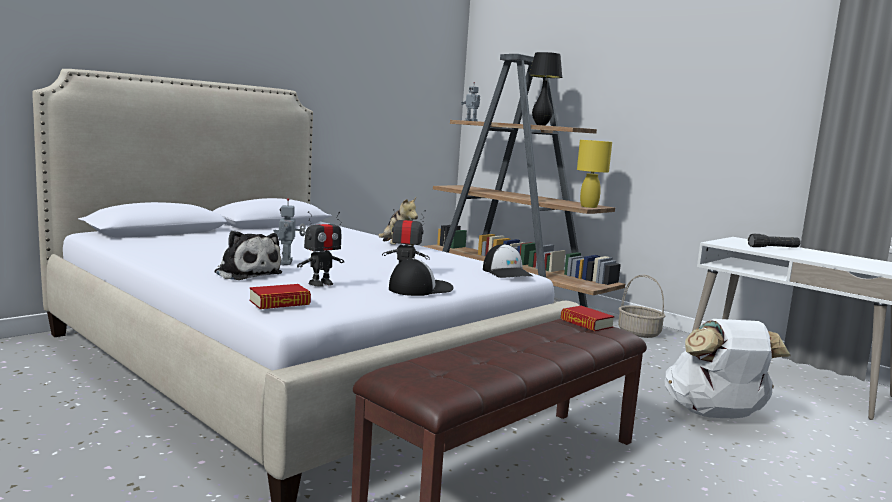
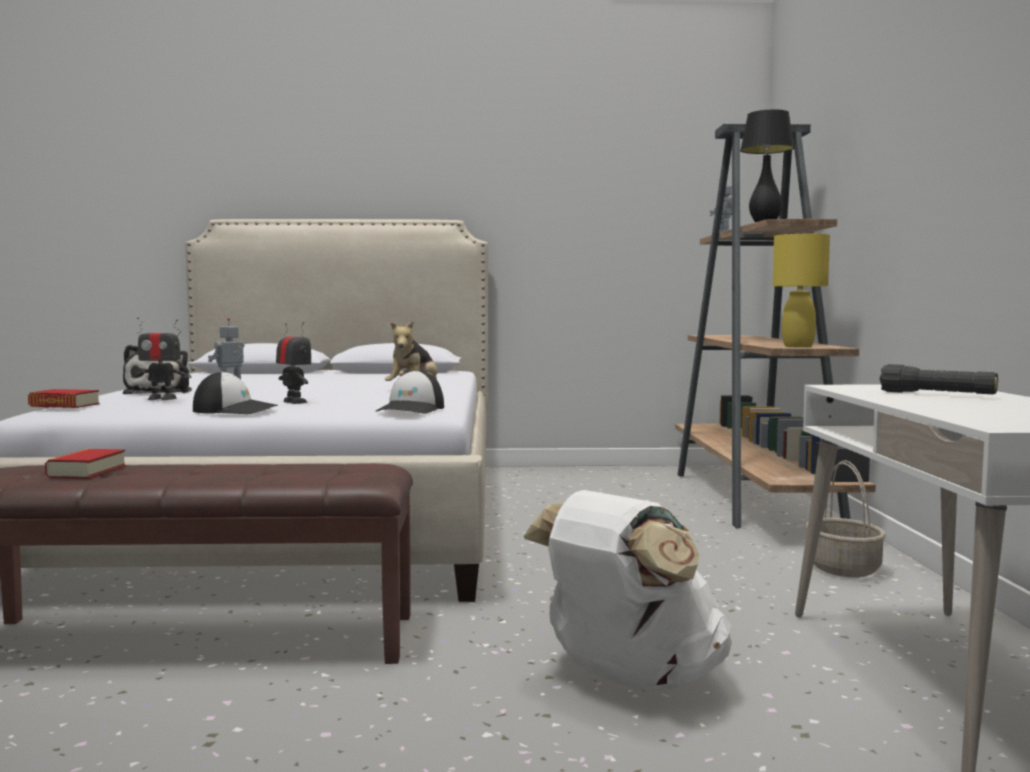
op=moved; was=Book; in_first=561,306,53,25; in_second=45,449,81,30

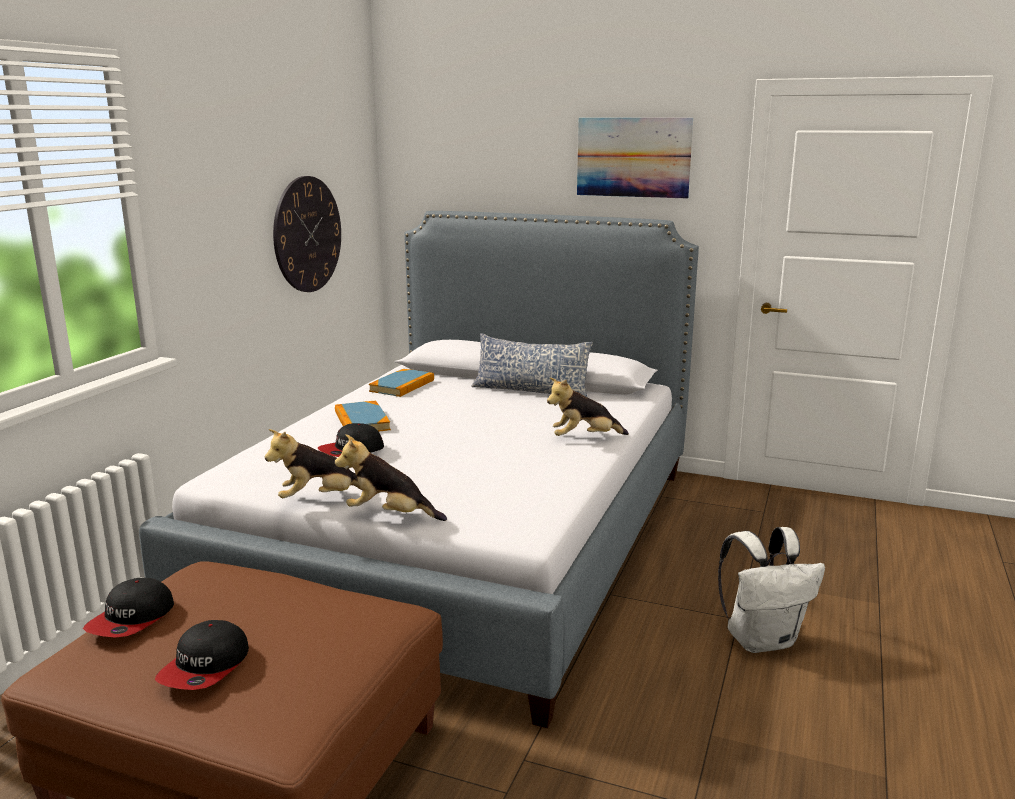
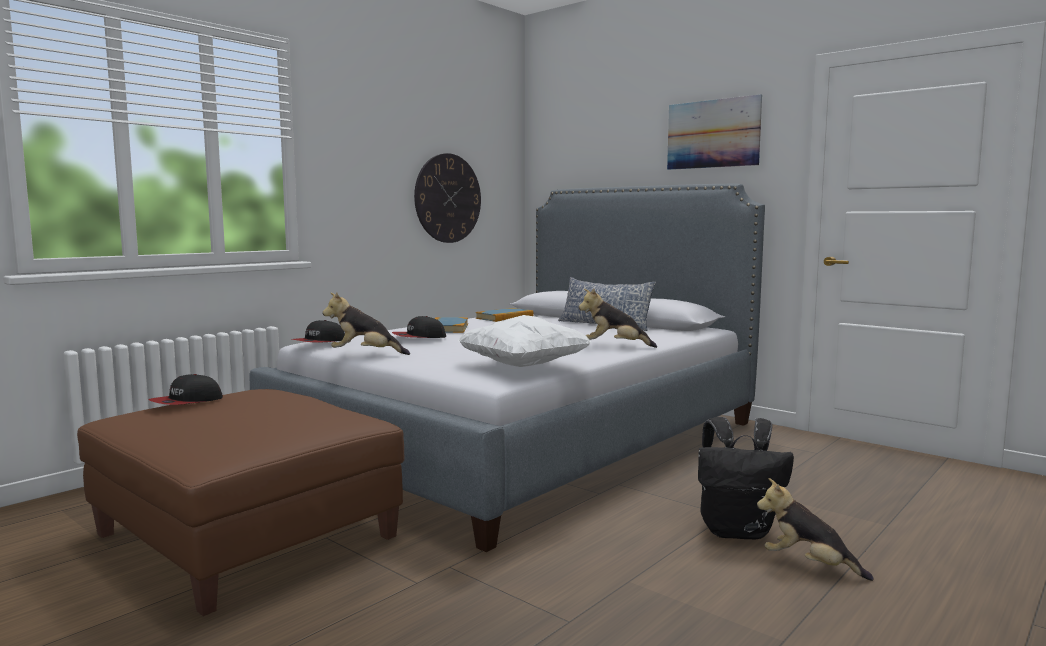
op=moved; was=BaseballCap; in_first=155,620,94,70; in_second=292,320,53,23
op=moved; was=CuddlyToy; in_first=335,434,112,87; in_second=757,478,116,103
op=recoloured; was=WhitishKnapsack; now=BlackKnapsack; in_first=718,527,107,126; in_second=698,417,96,122
op=added; now=WhitishThrowPillow; in_second=458,315,133,52

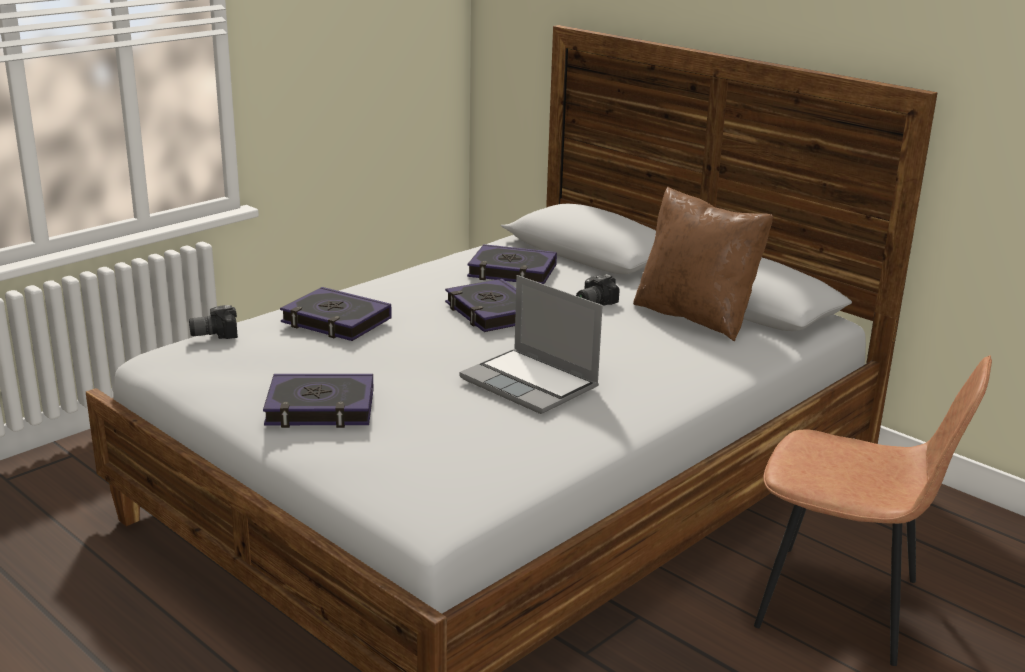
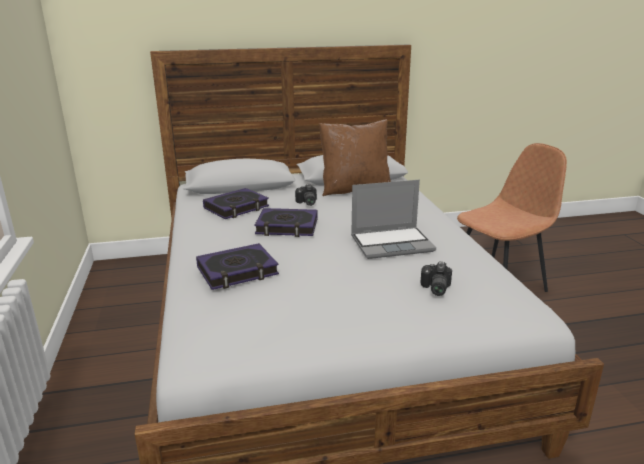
op=moved; was=PhotoCamera; in_first=189,305,49,34; in_second=420,262,32,34
op=removed; was=Book; in_first=263,374,111,54

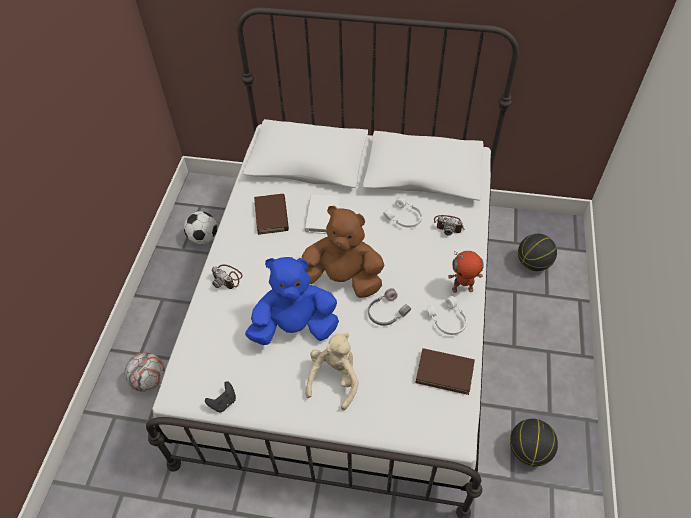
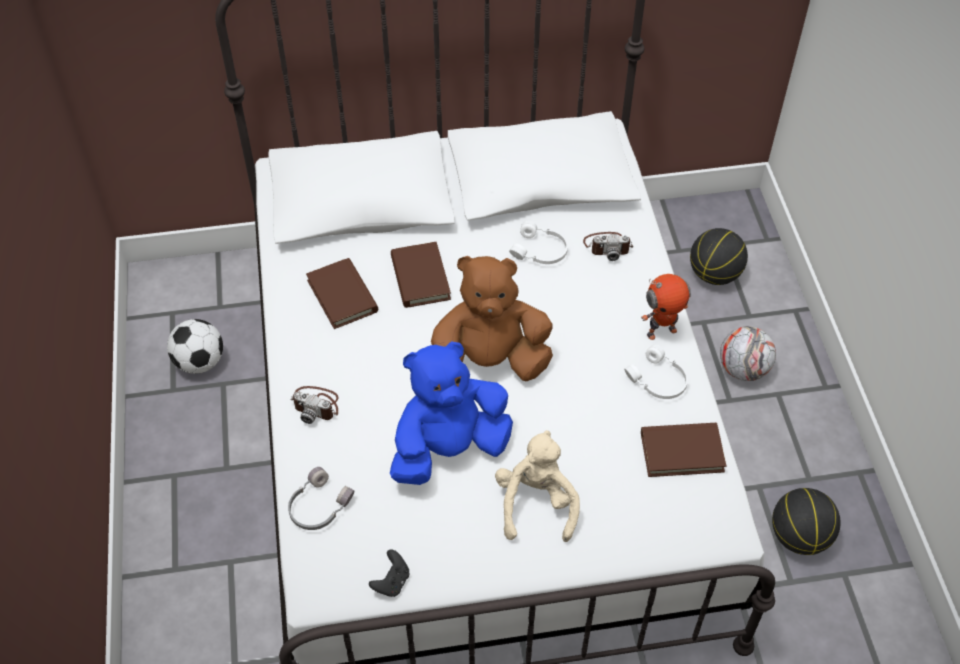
op=moved; was=FootballBall; in_first=124,353,41,39; in_second=720,326,56,55
op=recoloured; was=WhitishBook; now=BrownColouredBook; in_first=305,195,35,39; in_second=391,242,60,66
op=moved; was=GreyHeadphones; in_first=368,288,43,38; in_second=288,467,66,63

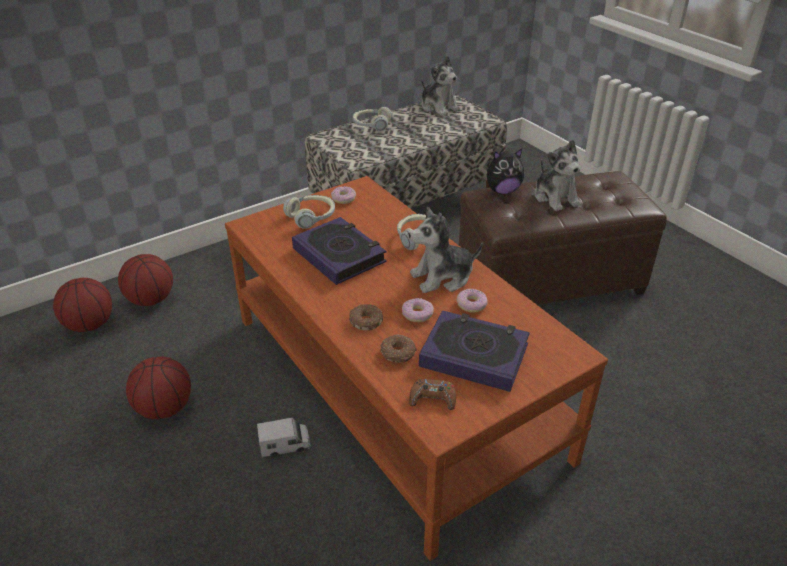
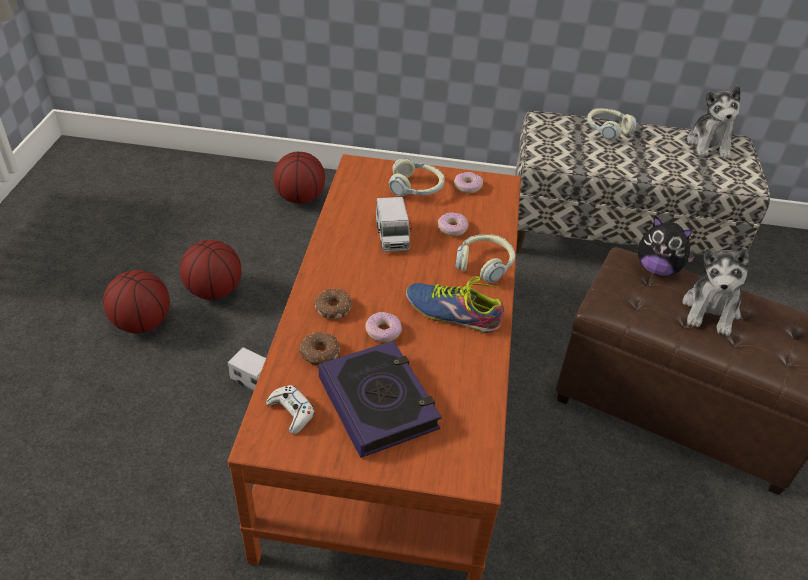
op=moved; was=Basketball; in_first=53,278,59,54; in_second=103,270,67,63
op=replaced; was=Book; now=ModelTruck; in_first=292,217,94,68; in_second=376,197,36,55
op=replaced; was=CuddlyToy; now=ItemOfFootwear; in_first=408,207,75,86; in_second=406,276,98,57
op=recoloured; was=BrownColouredGamepad; now=WhitishGamepad; in_first=409,379,47,31; in_second=266,385,48,49
op=moved; was=RingDoughnut; in_first=457,288,31,24; in_second=438,212,30,24

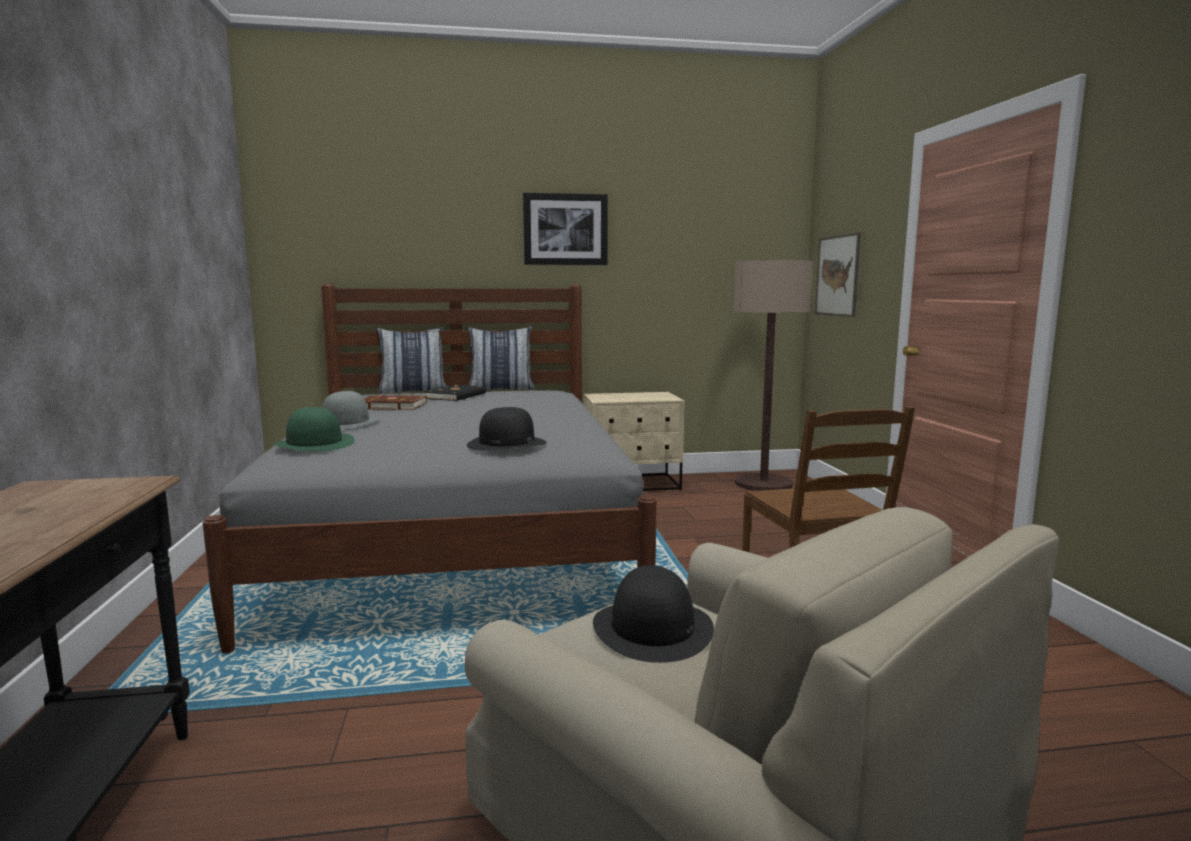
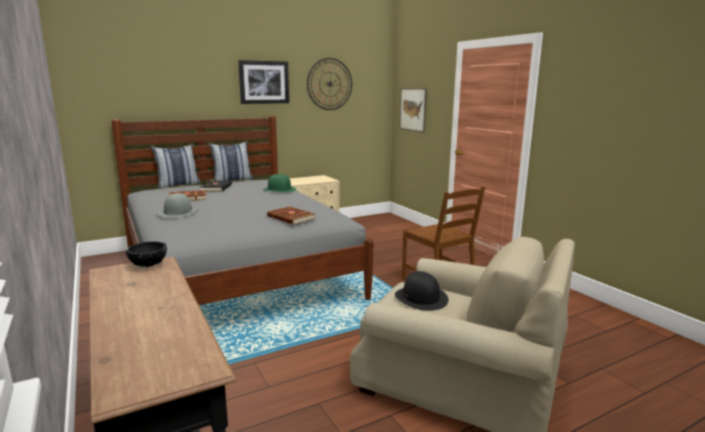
op=moved; was=GreenHat; in_first=273,407,81,44; in_second=263,174,33,18
op=replaced; was=BlackHat; now=BrownColouredBook; in_first=467,407,80,44; in_second=267,206,48,18
op=removed; was=StandardLamp; in_first=734,260,79,231
op=added; now=BlackBowl; in_second=126,242,41,26
op=added; now=ClockOnTheWall; in_second=307,58,45,52

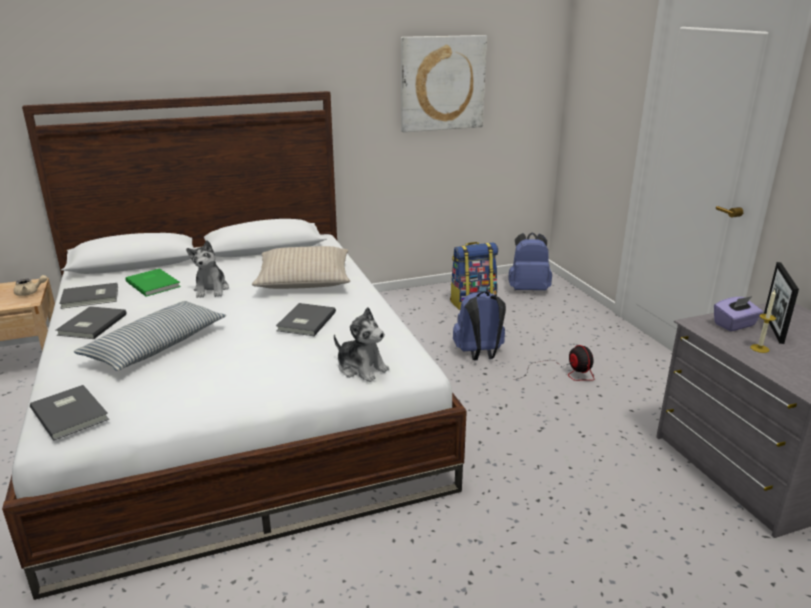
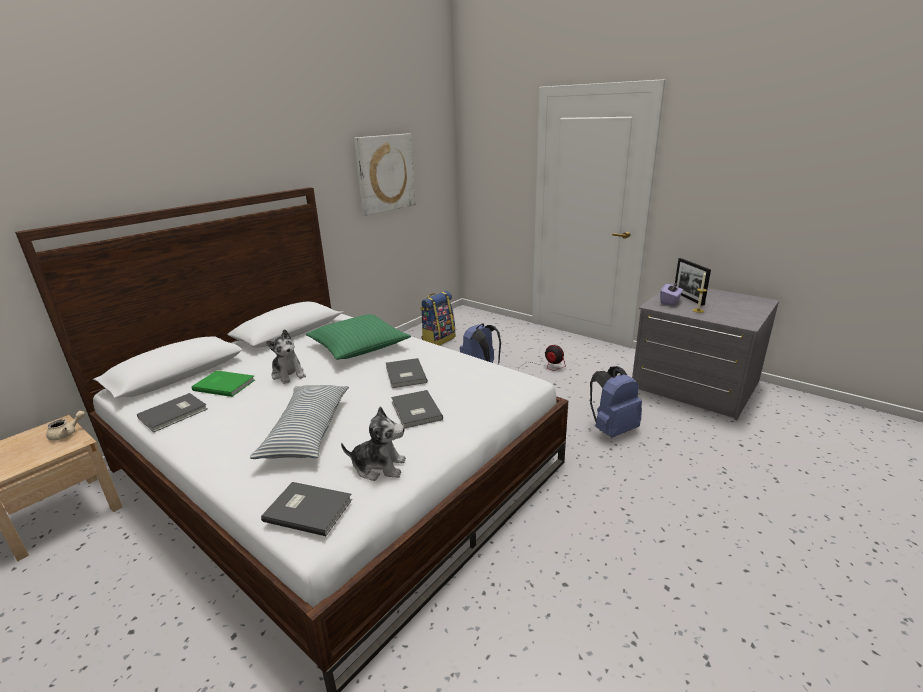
op=moved; was=GreyBook; in_first=55,306,72,33; in_second=391,390,52,38
op=recoloured; was=BeigeColouredThrowPillow; now=GreenThrowPillow; in_first=252,246,98,43; in_second=306,314,105,46
op=moved; was=CuddlyToy; in_first=334,307,55,75; in_second=341,407,65,74
op=moved; was=BlueColouredKnapsack; in_first=509,233,43,57; in_second=590,366,52,71

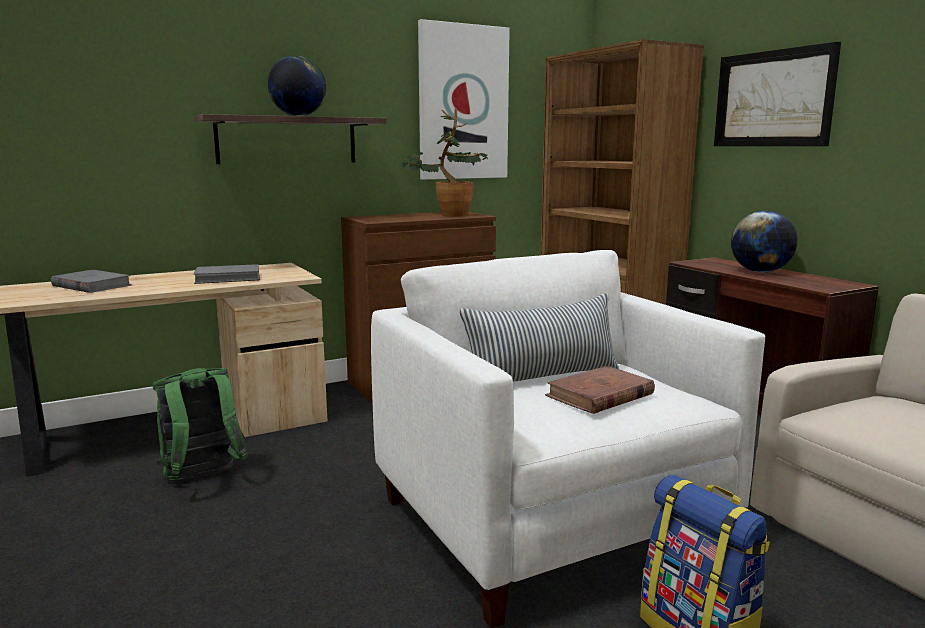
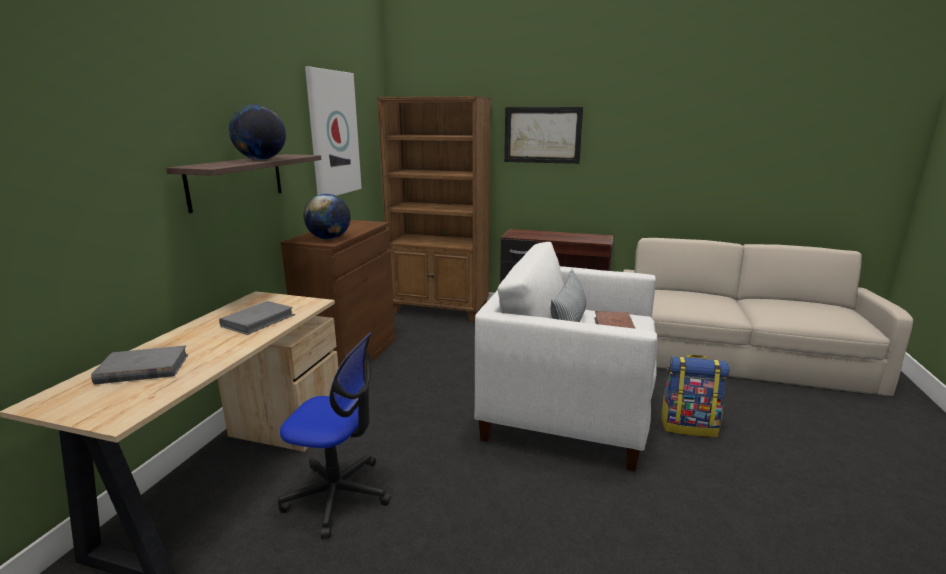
op=replaced; was=GreenKnapsack; now=OfficeChair; in_first=152,368,96,114; in_second=278,332,113,207
op=removed; was=PottedPlant; in_first=400,108,88,109
op=moved; was=WorldGlobe; in_first=731,211,66,61; in_second=304,194,47,46

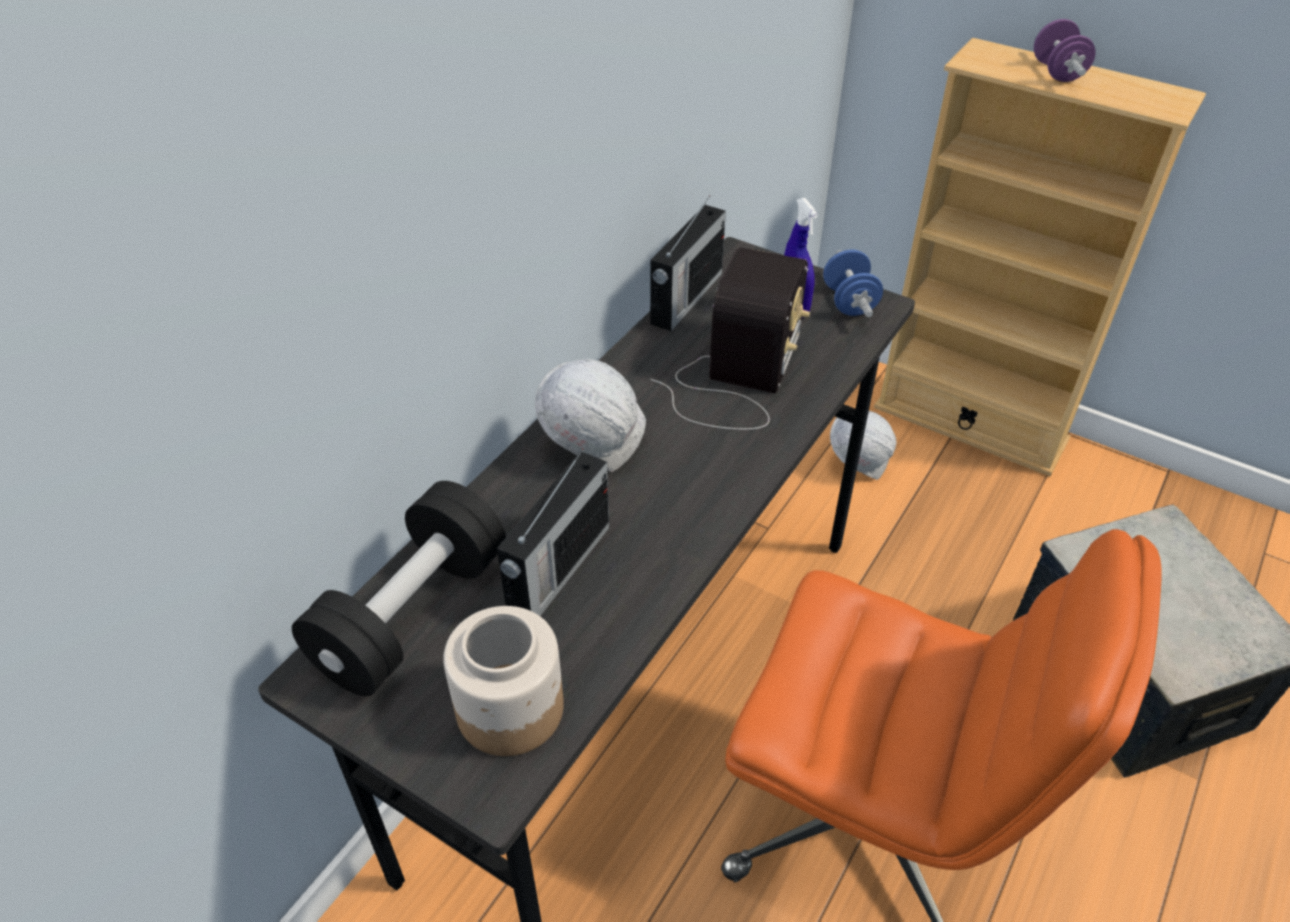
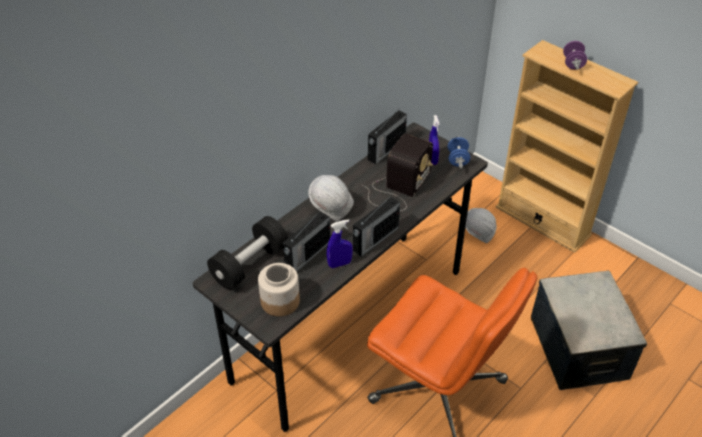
op=added; now=BlueColouredSprayer; in_second=327,219,26,49
op=added; now=RadioSet; in_second=353,196,47,61

